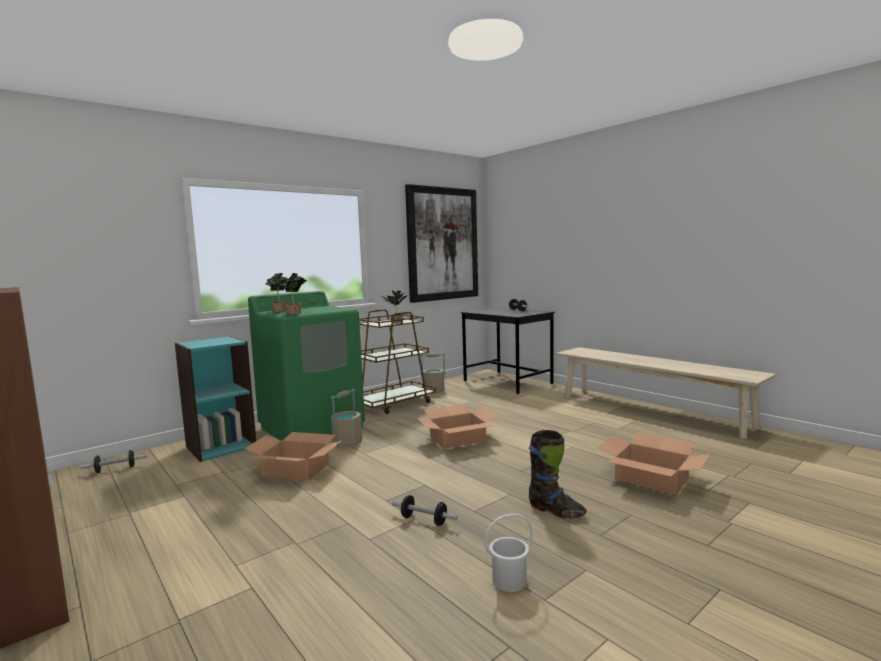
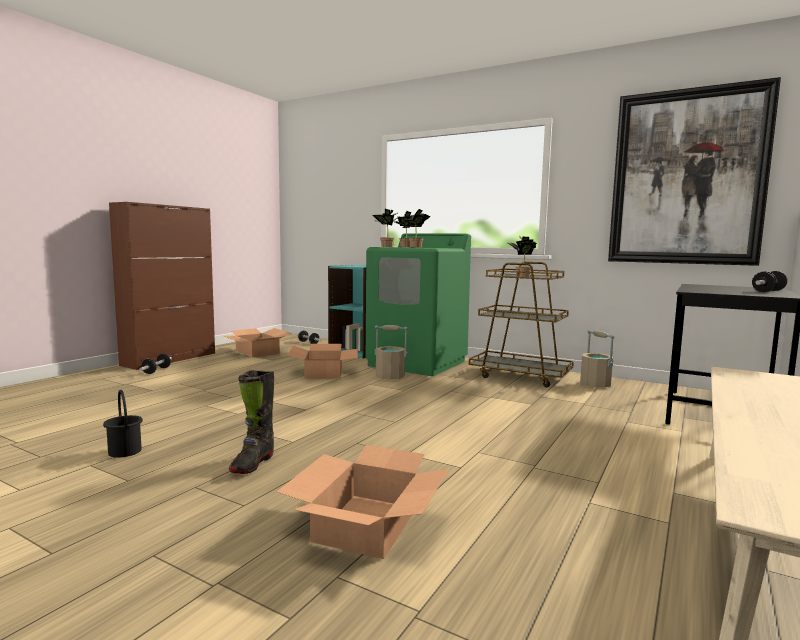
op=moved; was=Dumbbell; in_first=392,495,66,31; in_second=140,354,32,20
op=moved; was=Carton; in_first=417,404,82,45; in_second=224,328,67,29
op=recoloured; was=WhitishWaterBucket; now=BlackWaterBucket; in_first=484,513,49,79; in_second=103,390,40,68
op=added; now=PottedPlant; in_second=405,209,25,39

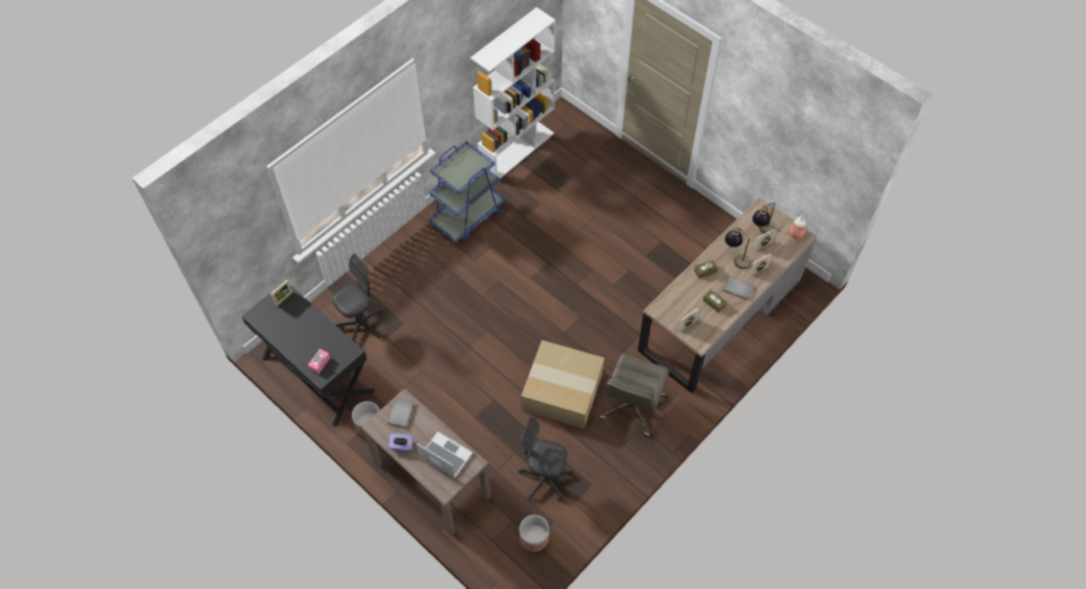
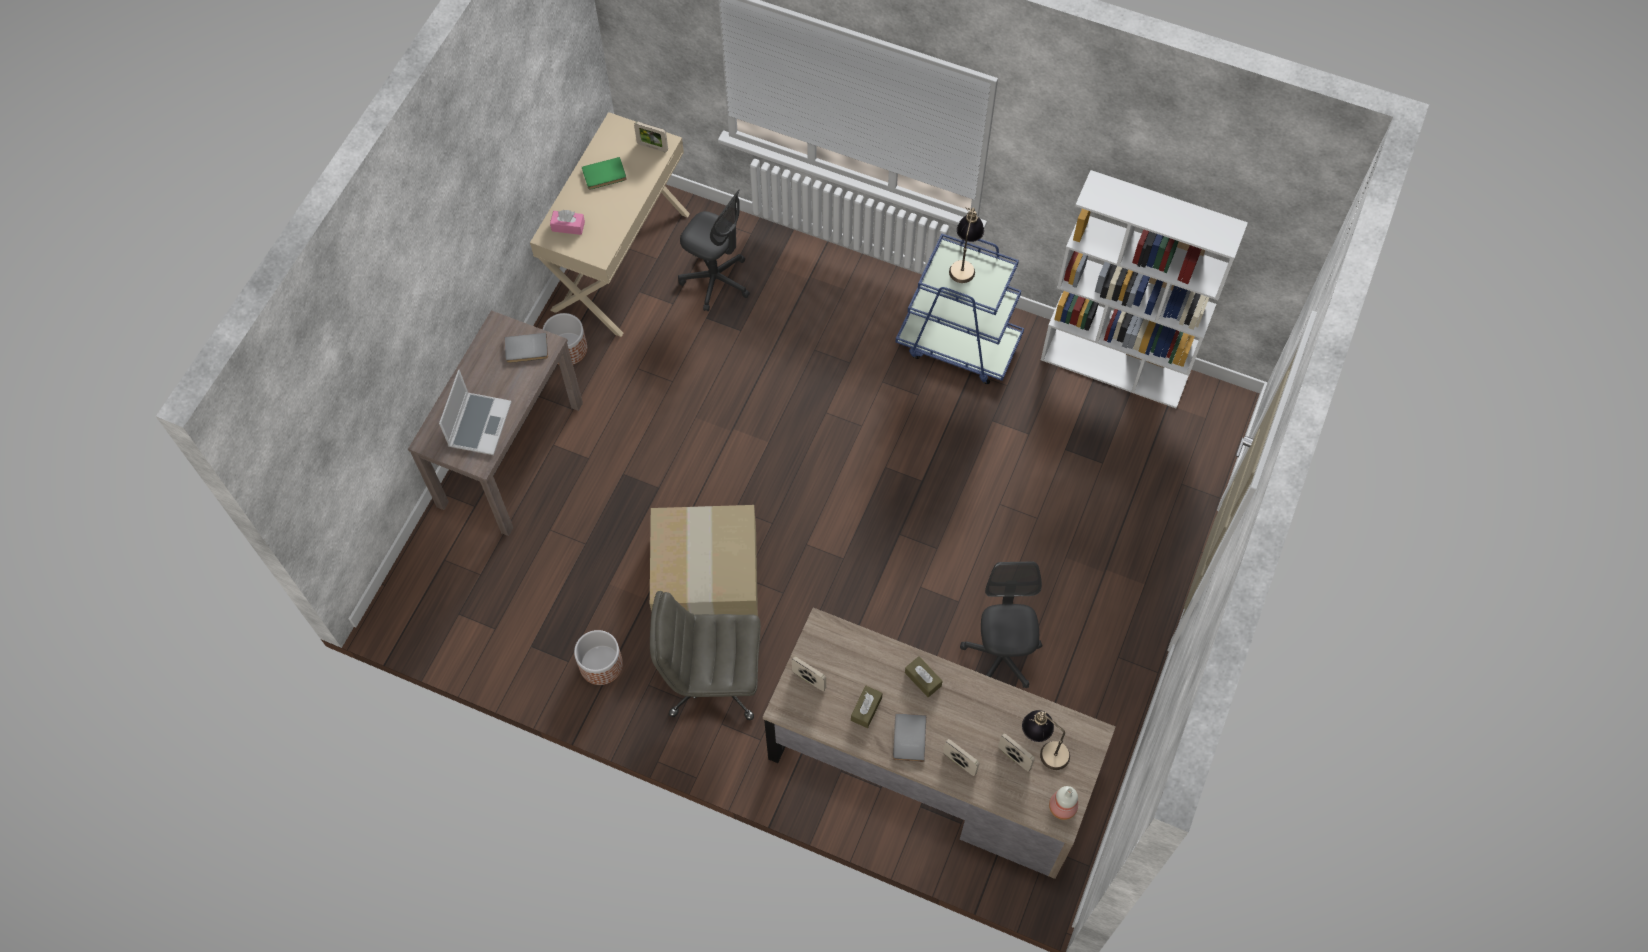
op=recoloured; was=BlackDesk; now=BeigeColouredDesk; in_first=242,286,134,141; in_second=530,112,160,225
op=removed; was=PurpleColouredBoxOfTissues; in_first=388,433,25,18
op=moved; was=GreyOfficeChair; in_first=518,417,53,84; in_second=960,562,82,126
op=moved; was=FlowerPot; in_first=519,515,30,37; in_second=574,630,49,55
op=moved; was=LampForATable; in_first=725,226,26,43; in_second=949,207,35,76
op=added; now=GreenBook; in_second=582,157,45,33

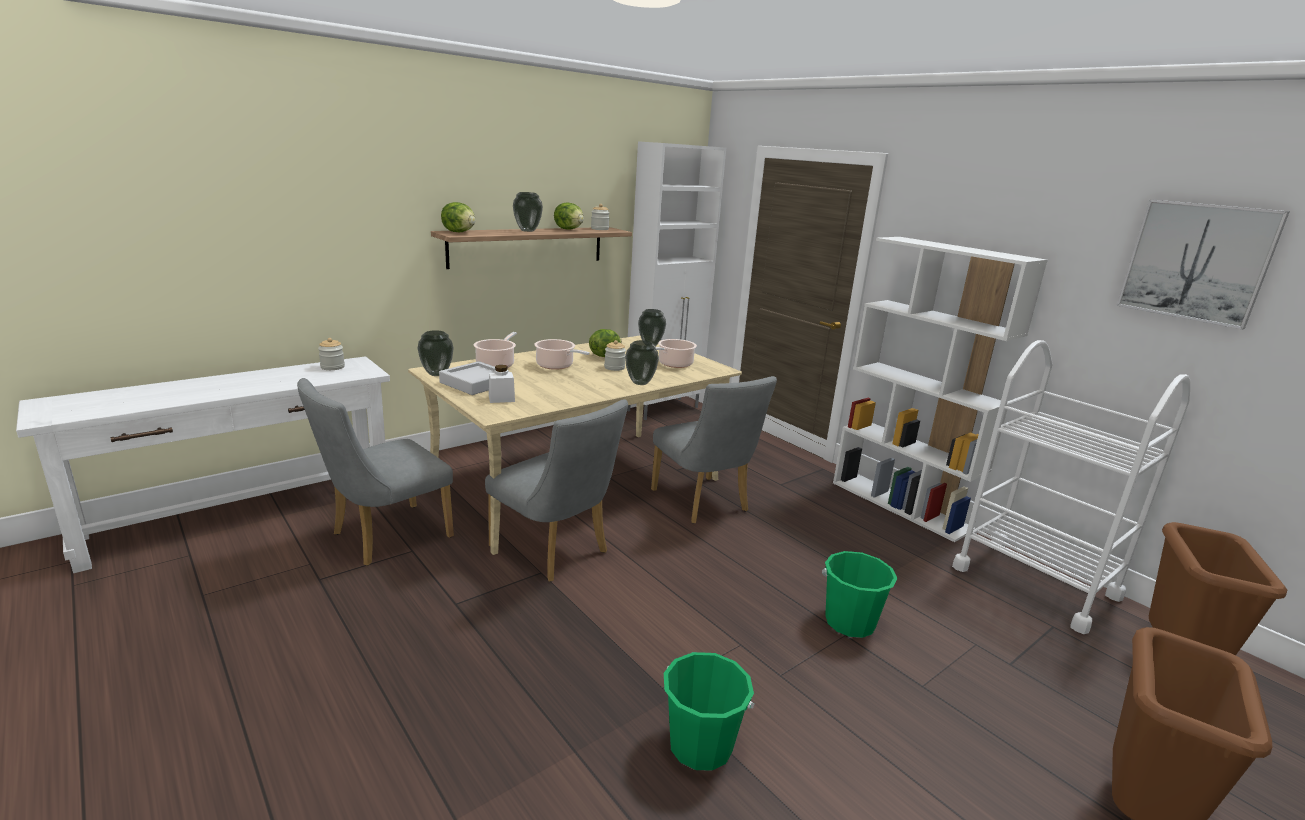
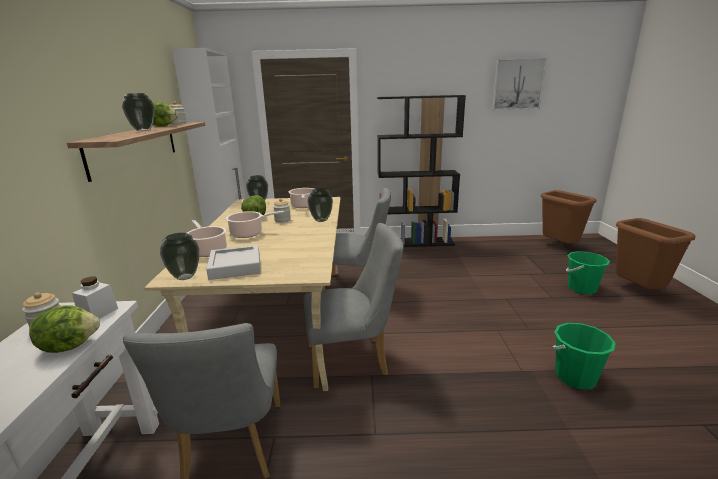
op=moved; was=LettuceHead; in_first=441,202,35,30; in_second=29,306,71,47
op=moved; was=WhitishStorageJar; in_first=489,365,26,38; in_second=72,277,46,42
op=moved; was=GreenWaterBucket; in_first=822,551,76,87; in_second=566,251,44,43
op=recoloured; was=WhitishBookcase; now=BlackBookcase; in_first=833,237,215,305; in_second=377,95,89,152
op=removed; was=WhitishTrolley; in_first=952,340,238,294

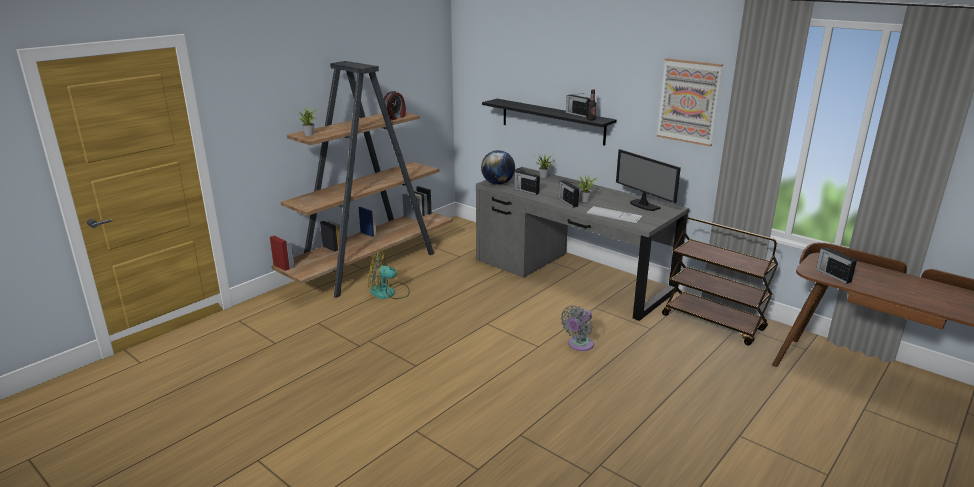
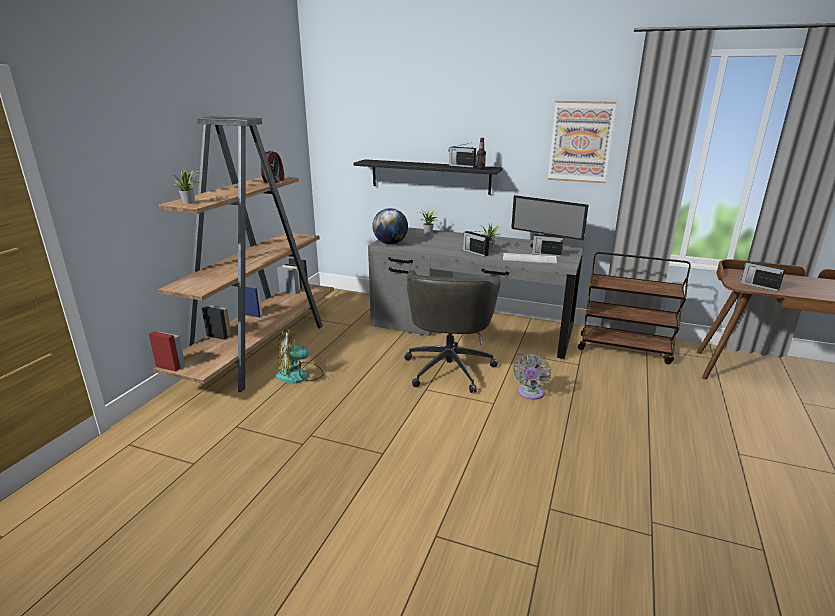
op=moved; was=RadioSet; in_first=514,171,26,24; in_second=532,231,32,26
op=added; now=GreyOfficeChair; in_second=404,270,97,123

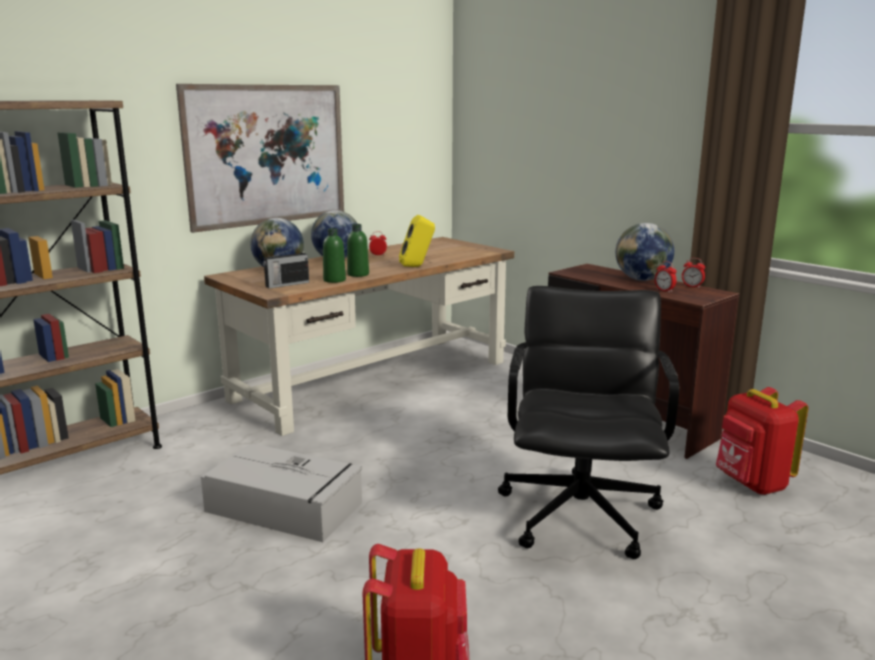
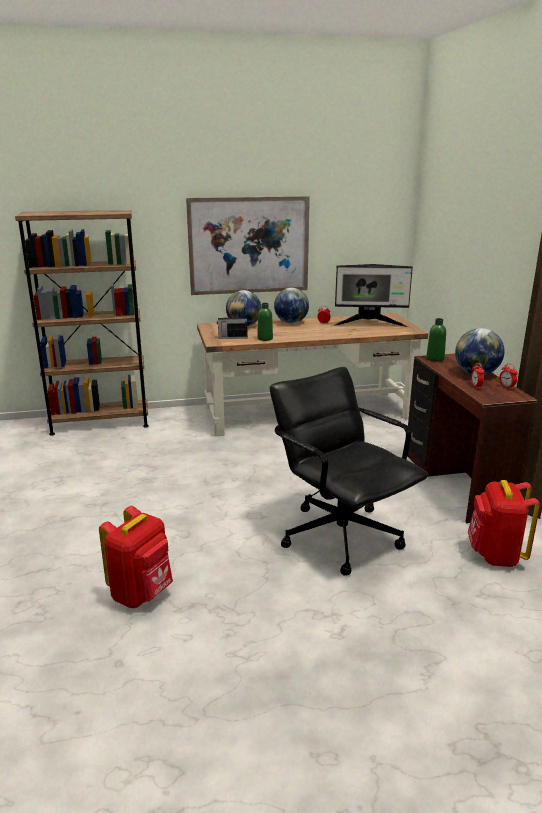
op=removed; was=GreyStorageContainer; in_first=201,444,161,98
op=moved; was=GreenDrinkBottle; in_first=347,224,22,53; in_second=426,318,20,44
op=removed; was=YellowSpeaker; in_first=399,215,36,52
op=turned; was=BlackOfficeChair; in_first=498,286,181,273; in_second=270,367,159,208; clockwise=-75
op=added; now=ComputerDisplay; in_second=333,264,80,63

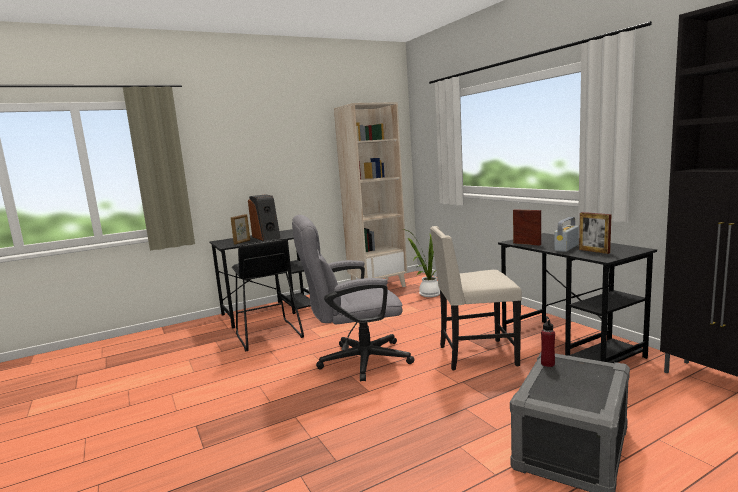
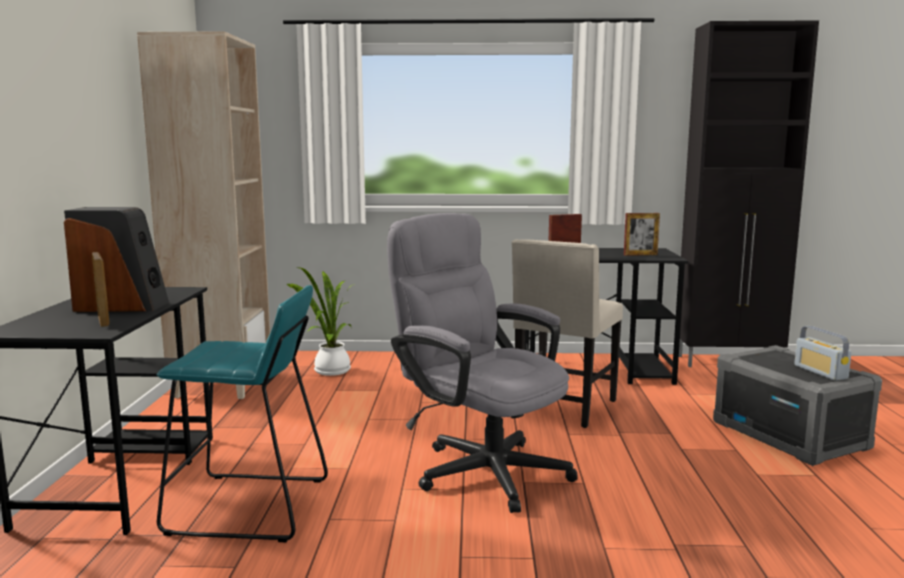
op=recoloured; was=BlackSittingStool; now=TurquoiseColouredSittingStool; in_first=232,238,72,114; in_second=156,285,172,257
op=turned; was=GreyOfficeChair; in_first=292,215,123,166; in_second=387,213,191,300; clockwise=120
op=removed; was=ReddishDrinkBottle; in_first=541,316,14,51
op=moved; was=RadioSet; in_first=554,217,25,35; in_second=794,326,58,55

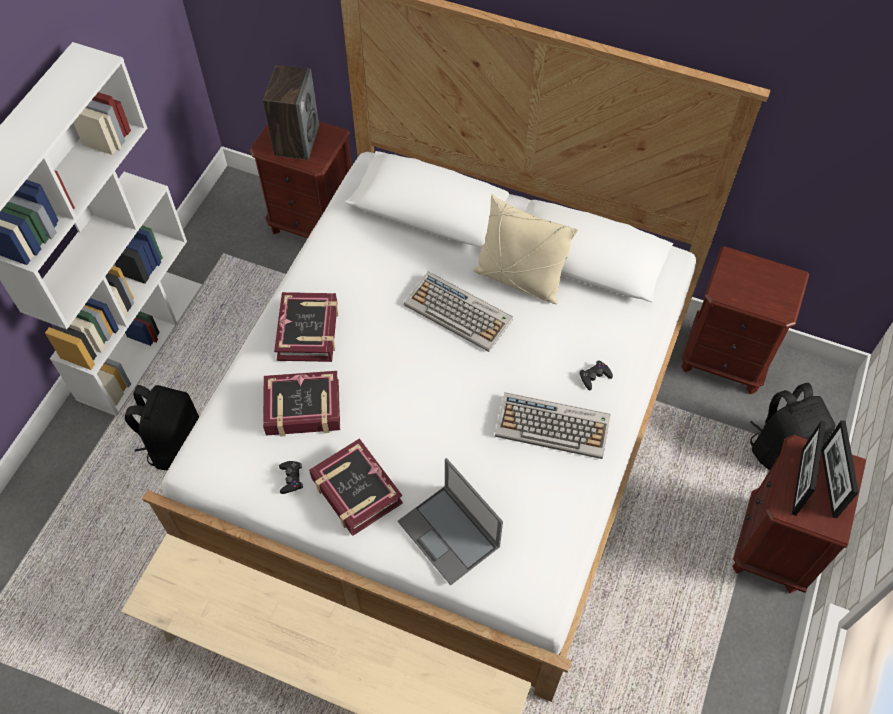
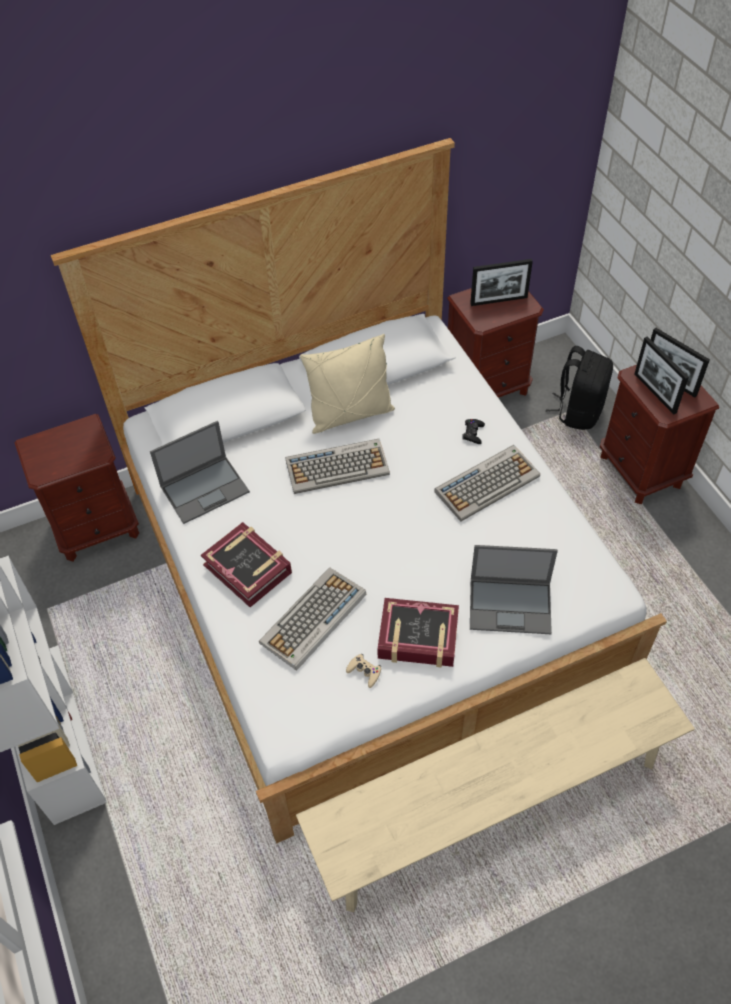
op=removed; was=BlackKnapsack; in_first=125,385,74,85
op=removed; was=Speaker; in_first=263,65,56,96
op=replaced; was=Book; now=Keyboard; in_first=263,371,77,66; in_second=259,568,107,103
op=recoloured; was=BlackGamepad; now=BeigeColouredGamepad; in_first=279,461,24,33; in_second=346,654,35,34
op=added; now=Laptop; in_second=150,421,100,103
op=added; now=PictureFrame; in_second=470,259,63,47

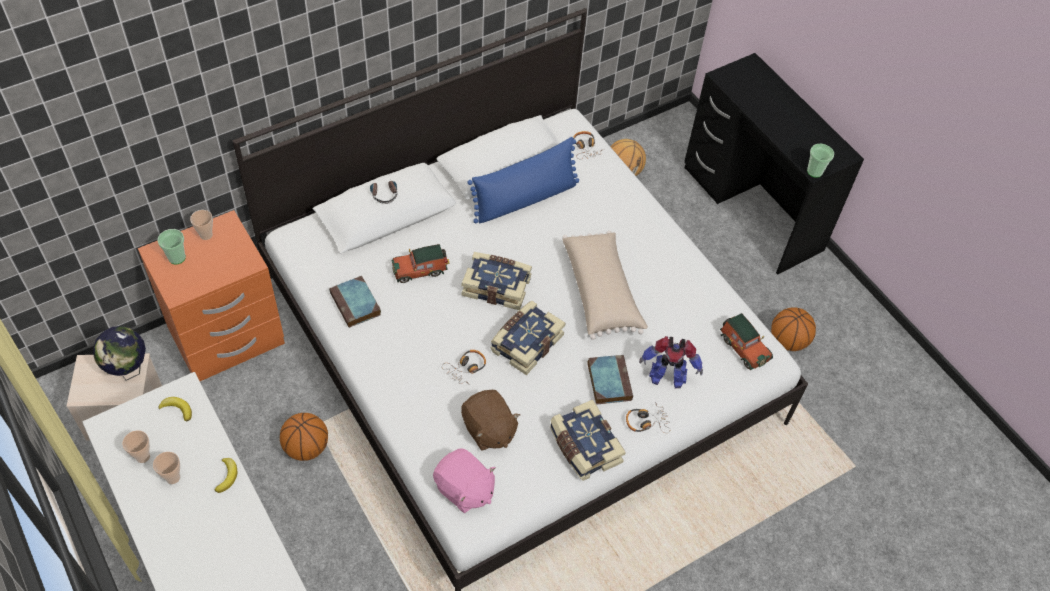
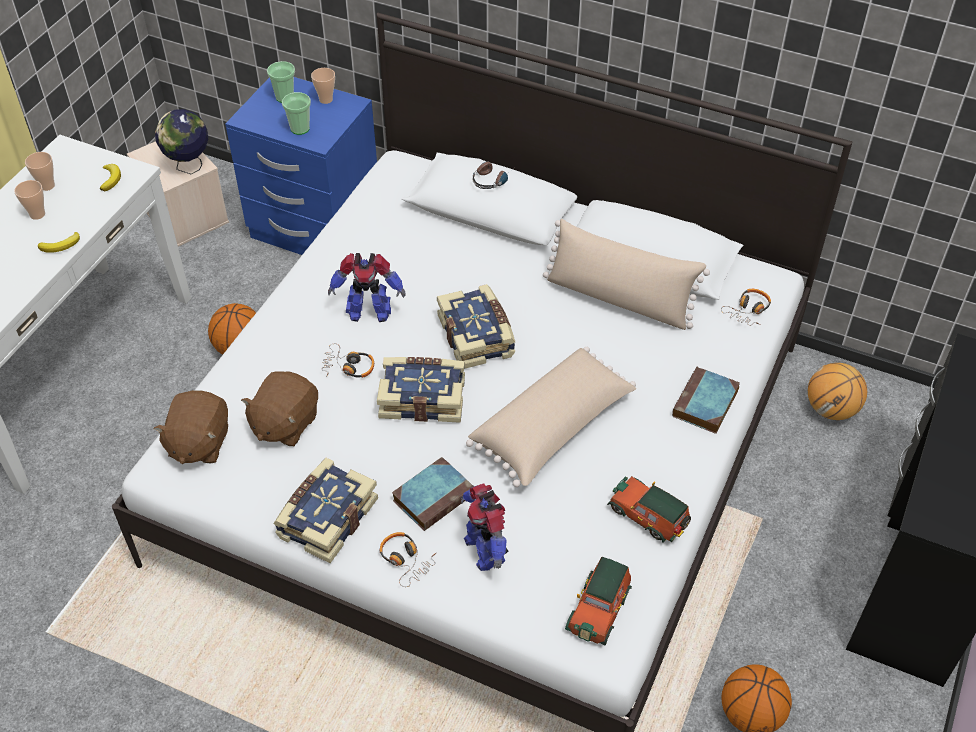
op=recoloured; was=OrangeColouredNightstand; now=BlueColouredNightstand; in_first=138,210,147,171; in_second=225,77,152,178
op=moved; was=Book; in_first=329,276,52,52; in_second=672,367,68,67
op=moved; was=ToyCar; in_first=392,244,58,39; in_second=607,476,84,67
op=recoloured; was=PinkCuddlyToy; now=BrownColouredCuddlyToy; in_first=433,448,63,65; in_second=153,390,75,74
op=recoloured; was=BlueColouredThrowPillow; now=BeigeColouredThrowPillow; in_first=467,137,112,86; in_second=543,219,167,111
op=moved; was=DrinkingCup; in_first=807,144,27,34; in_second=282,92,29,43
op=added; now=ToyRobot; in_second=328,253,78,69

